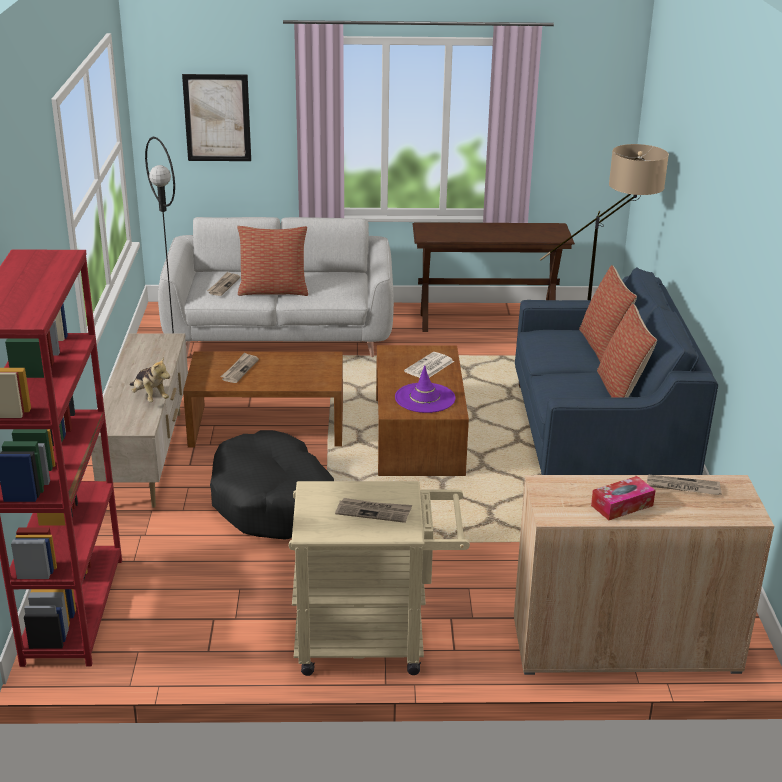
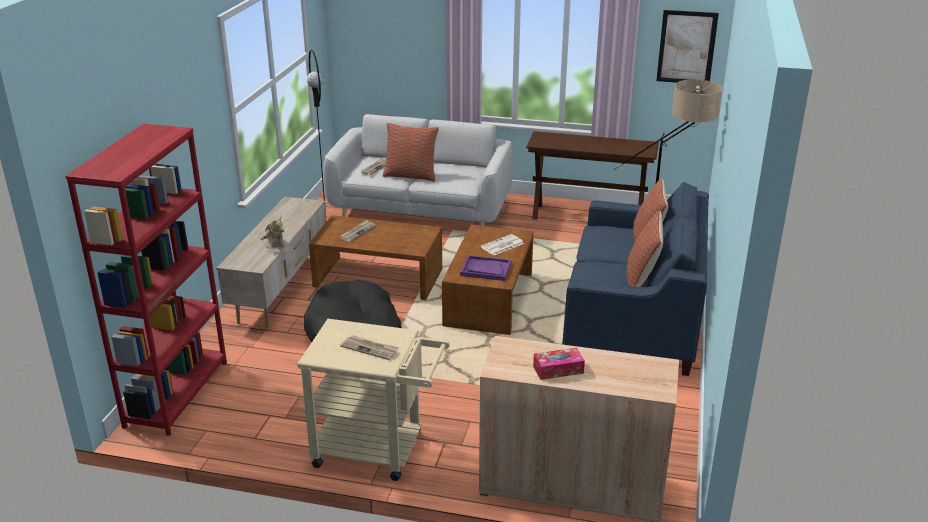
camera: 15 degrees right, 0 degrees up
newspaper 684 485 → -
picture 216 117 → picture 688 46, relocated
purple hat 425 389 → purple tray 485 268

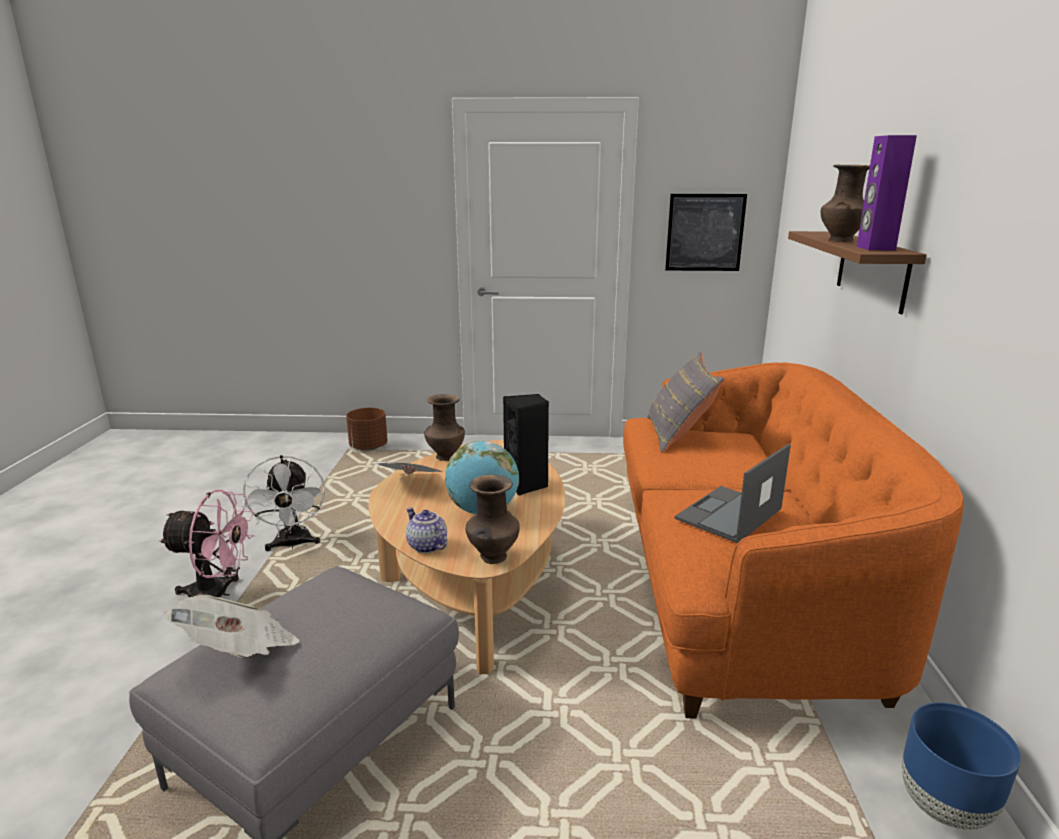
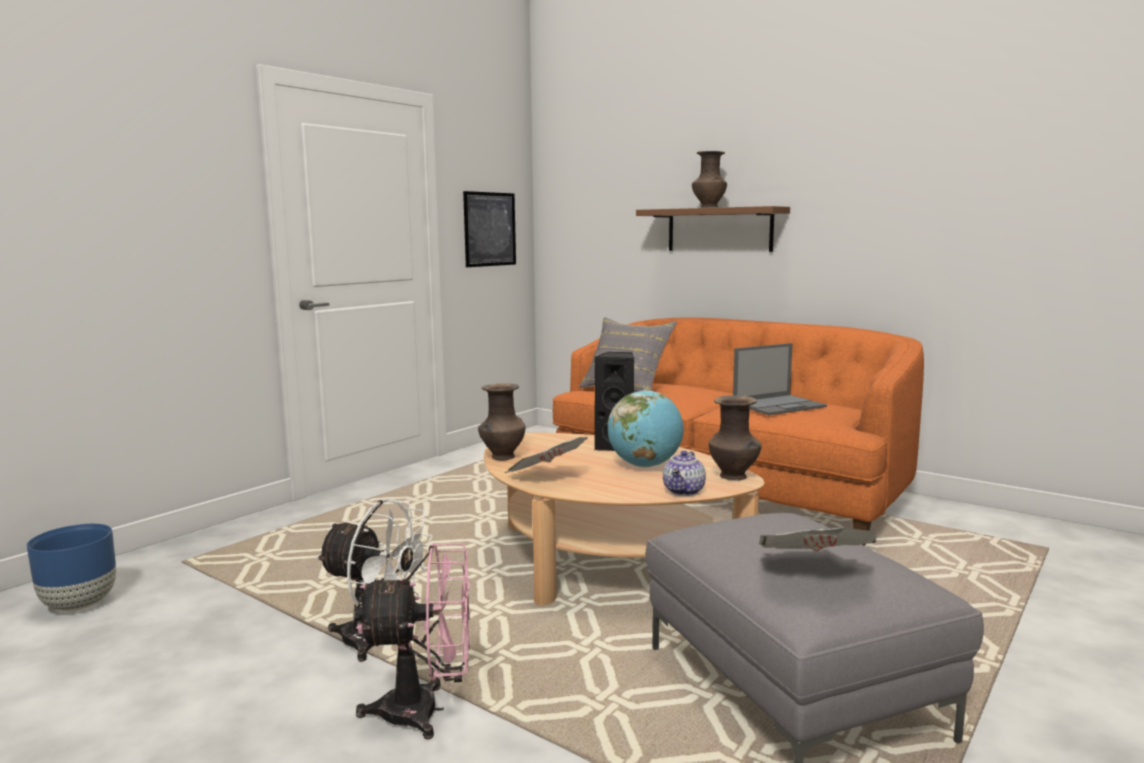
camera: 55 degrees left, 10 degrees down
brown planter 367 429 → -
purple speaker 887 192 → -
blue planter 961 766 → blue planter 71 567, relocated
pink fan 207 543 → pink fan 411 641, 45 degrees clockwise
teapot 426 530 → teapot 684 473, 60 degrees counterclockwise
laptop 733 493 → laptop 780 379, 105 degrees counterclockwise

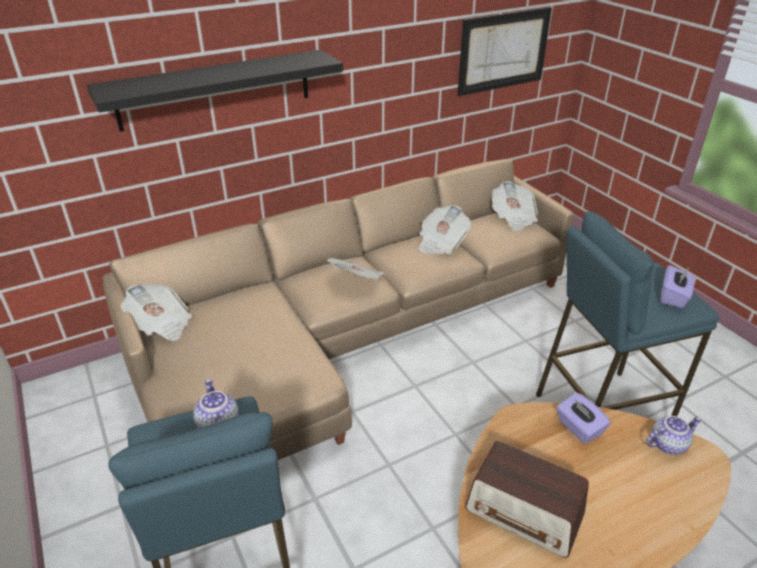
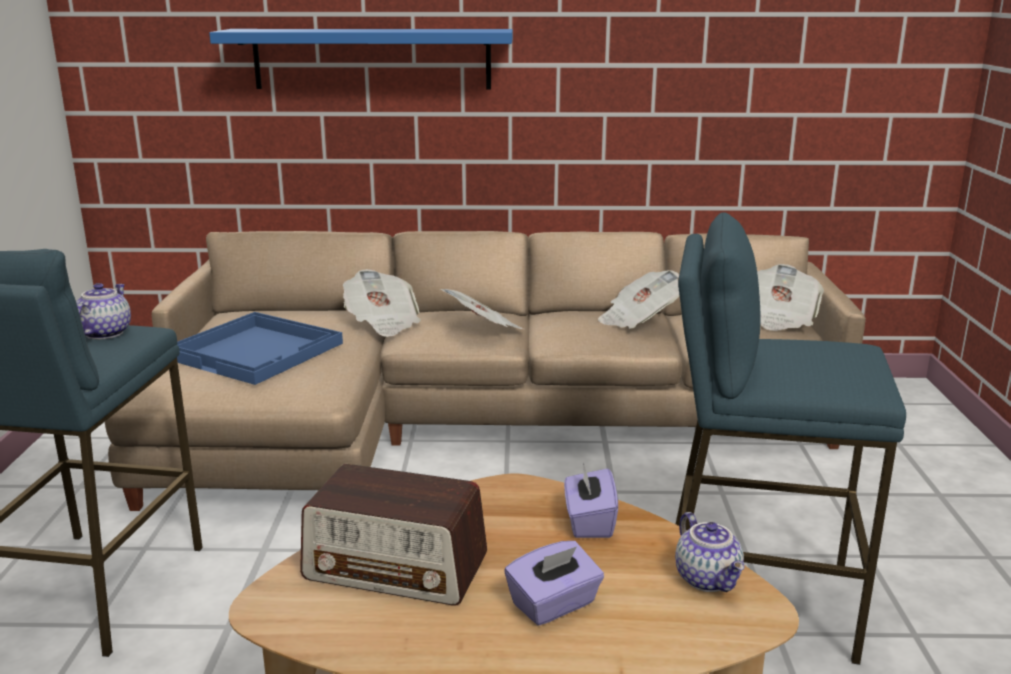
camera: 30 degrees right, 15 degrees down
picture 504 51 → -
- → blue tray 260 348
newspaper 156 312 → newspaper 382 303, relocated
purple tissue box 677 286 → purple tissue box 554 583, relocated
black shelf 215 91 → blue shelf 361 59
radio 527 499 → radio 393 535, 45 degrees counterclockwise
teapot 674 435 → teapot 710 552, 60 degrees clockwise

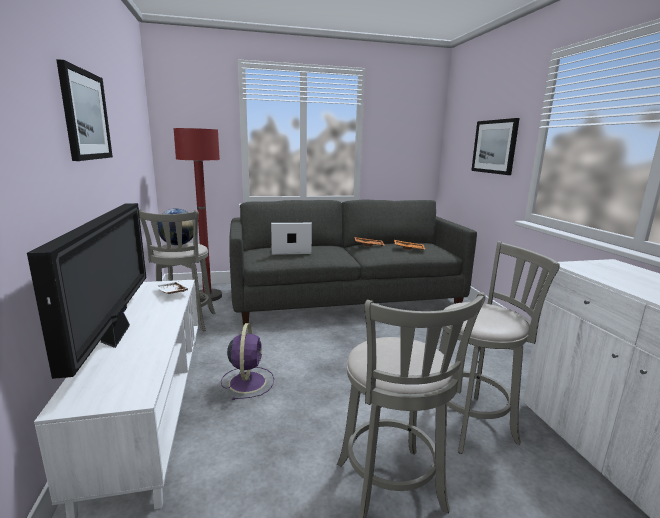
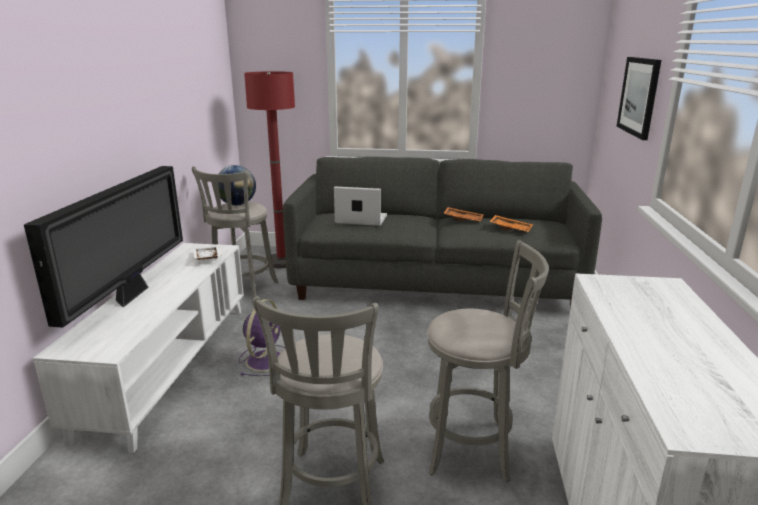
camera: 20 degrees right, 5 degrees up
picture 84 110 → -

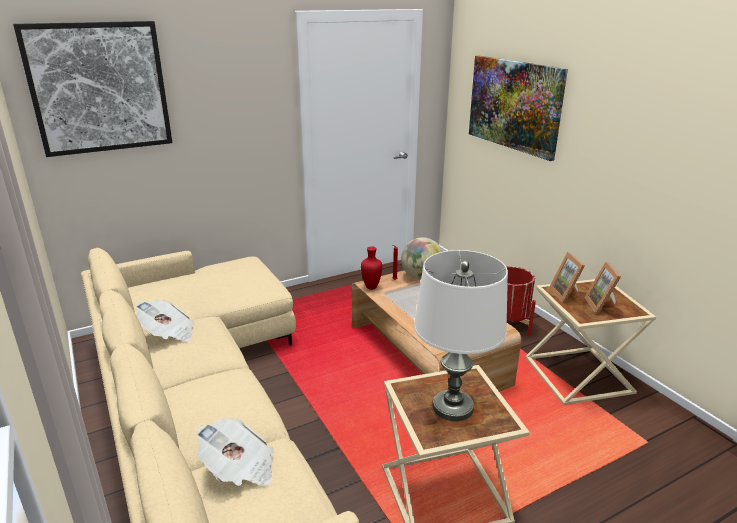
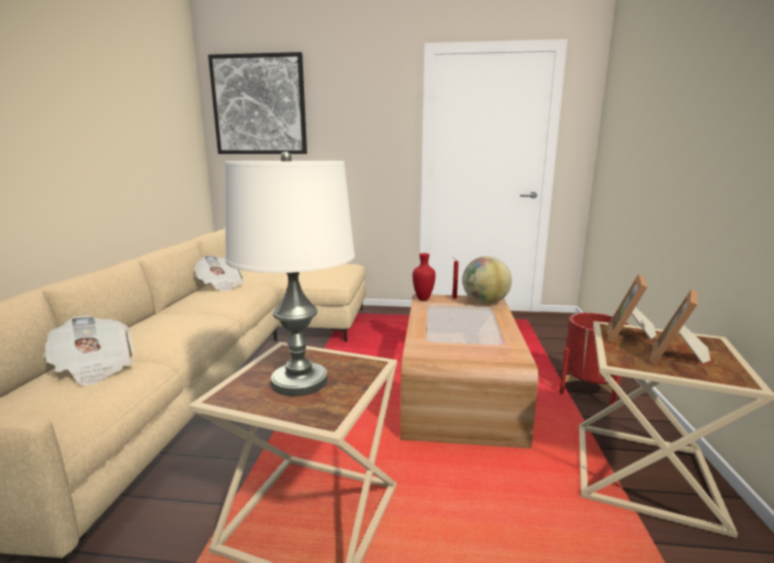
camera: 35 degrees right, 10 degrees down
picture 518 108 → -

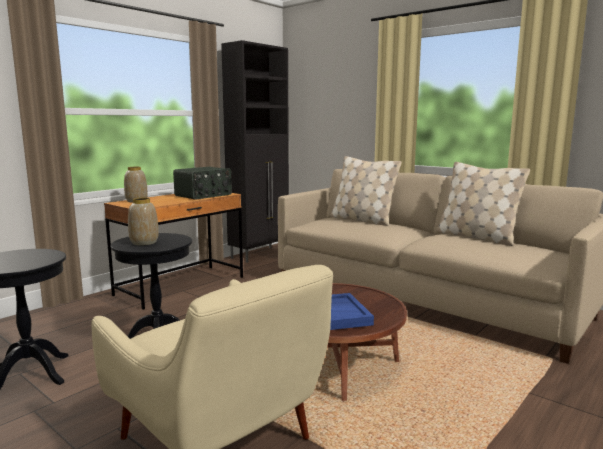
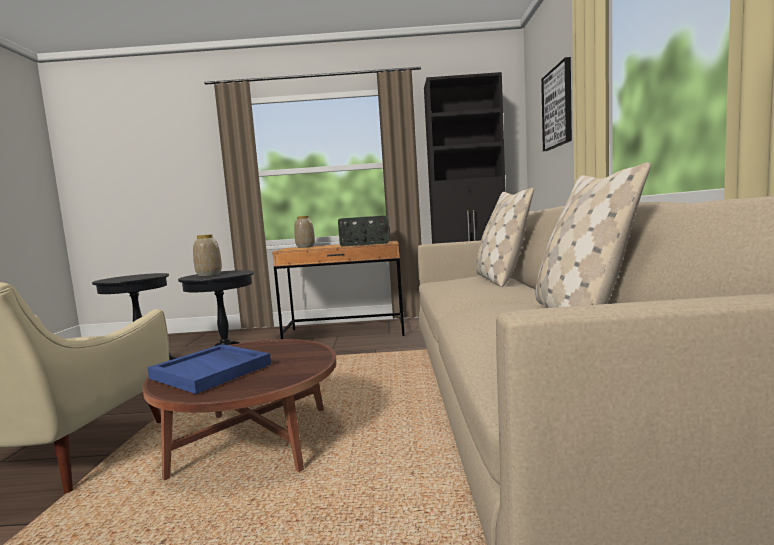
camera: 50 degrees right, 5 degrees down
- → picture 556 104

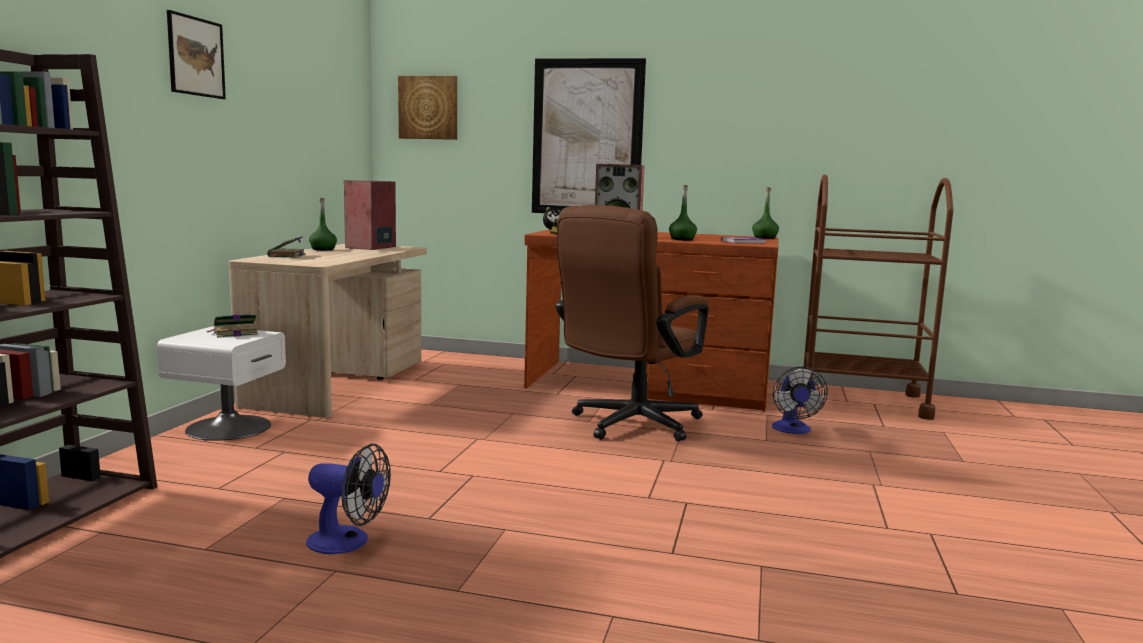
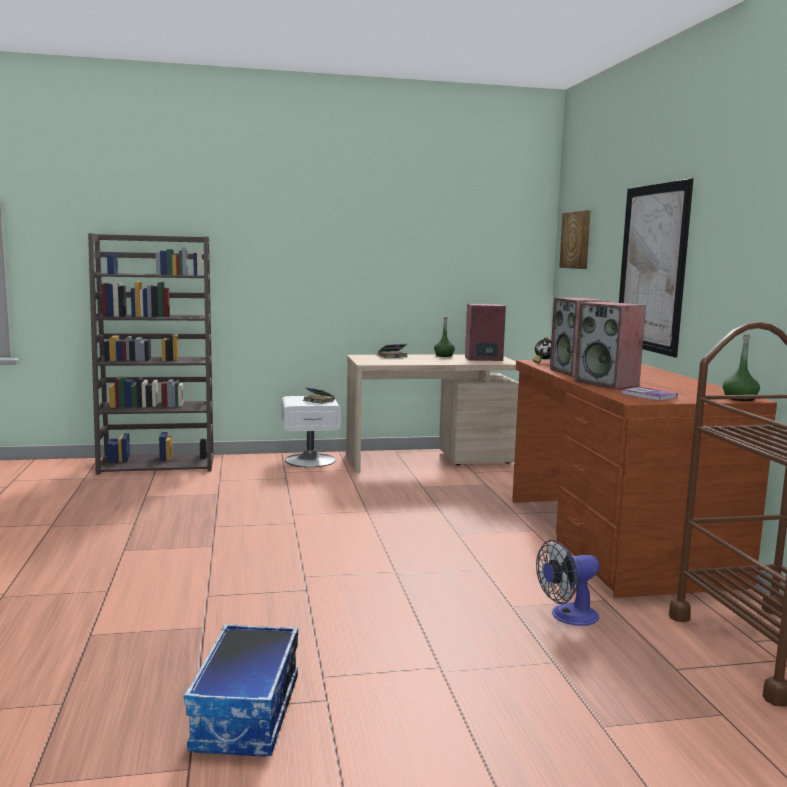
camera: 65 degrees right, 0 degrees up
picture 196 54 → -
fan 348 498 → -
brown office chair 632 323 → -
- → storage box 241 690
green bottle 683 212 → speaker 610 345

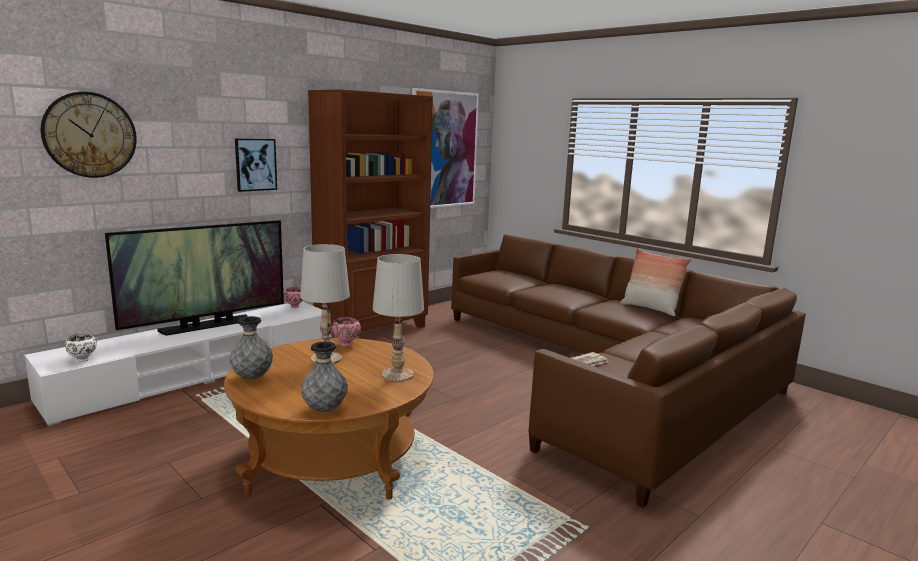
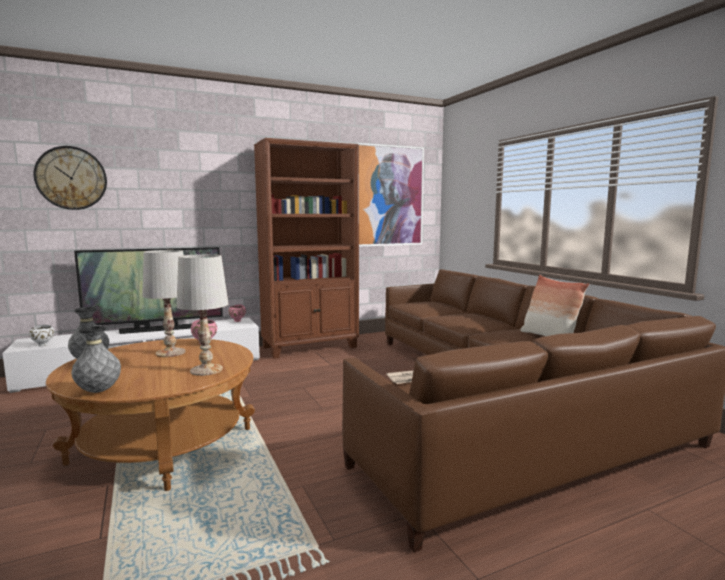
camera: 20 degrees right, 5 degrees down
picture 256 165 → -

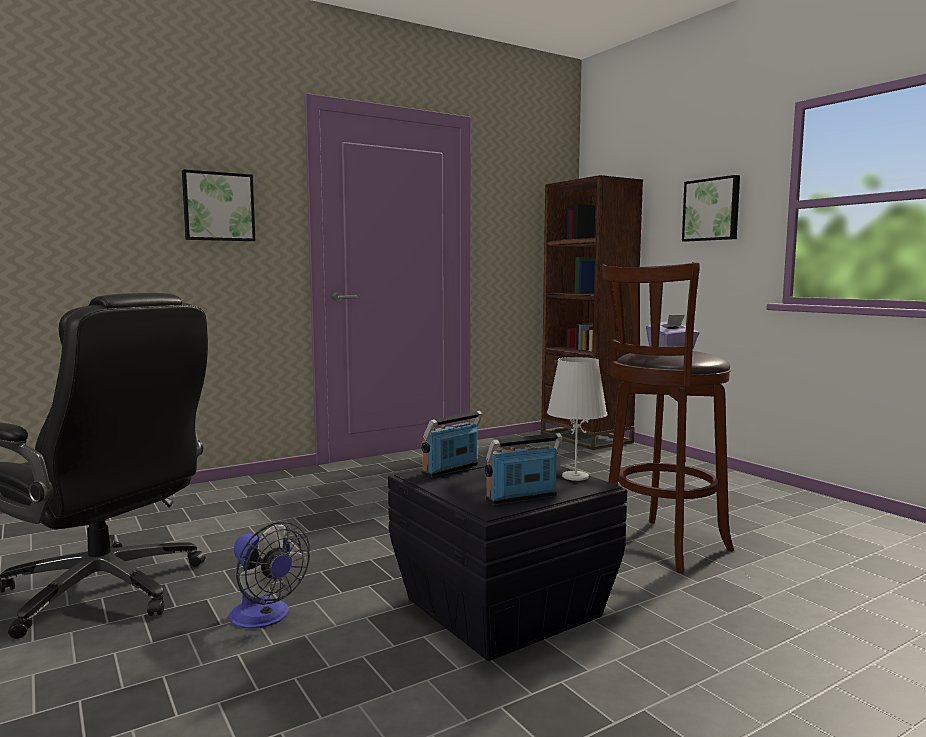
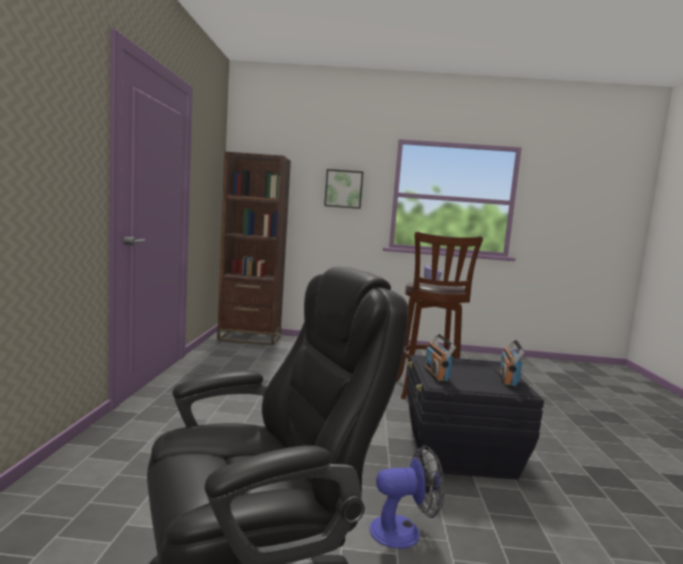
camera: 55 degrees left, 0 degrees up
picture 218 205 → -
white table lamp 577 419 → -

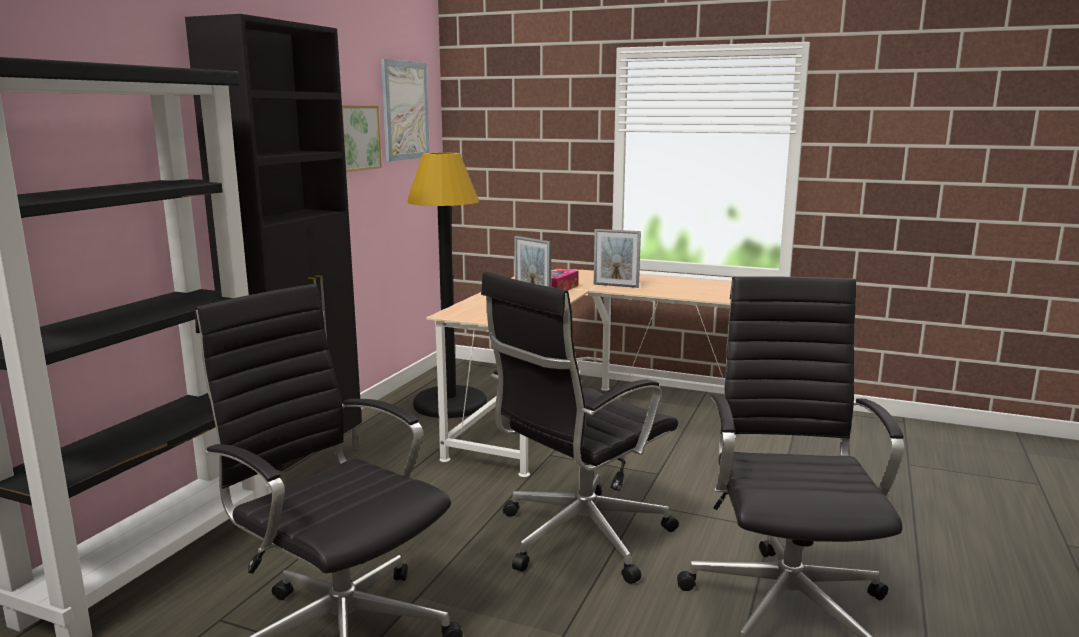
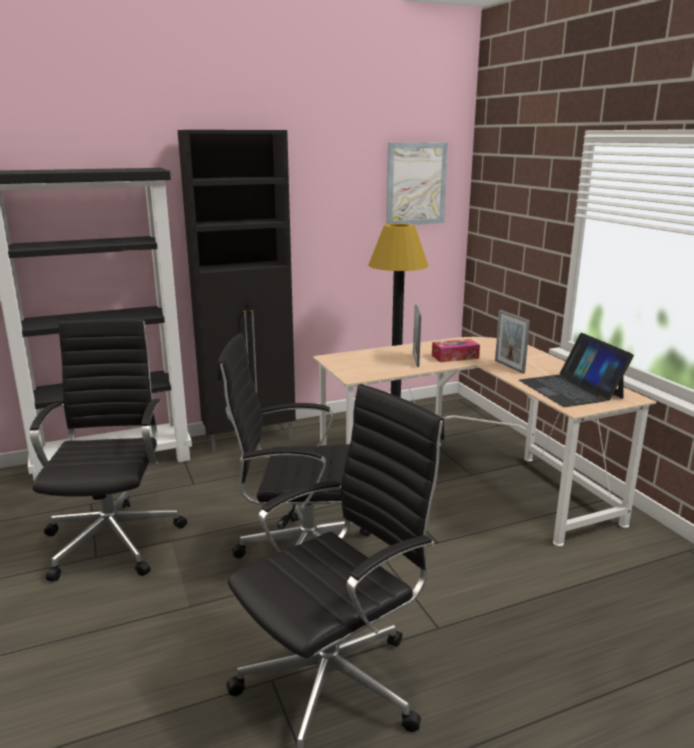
camera: 45 degrees right, 5 degrees up
picture 362 138 → -
- → laptop 576 370

